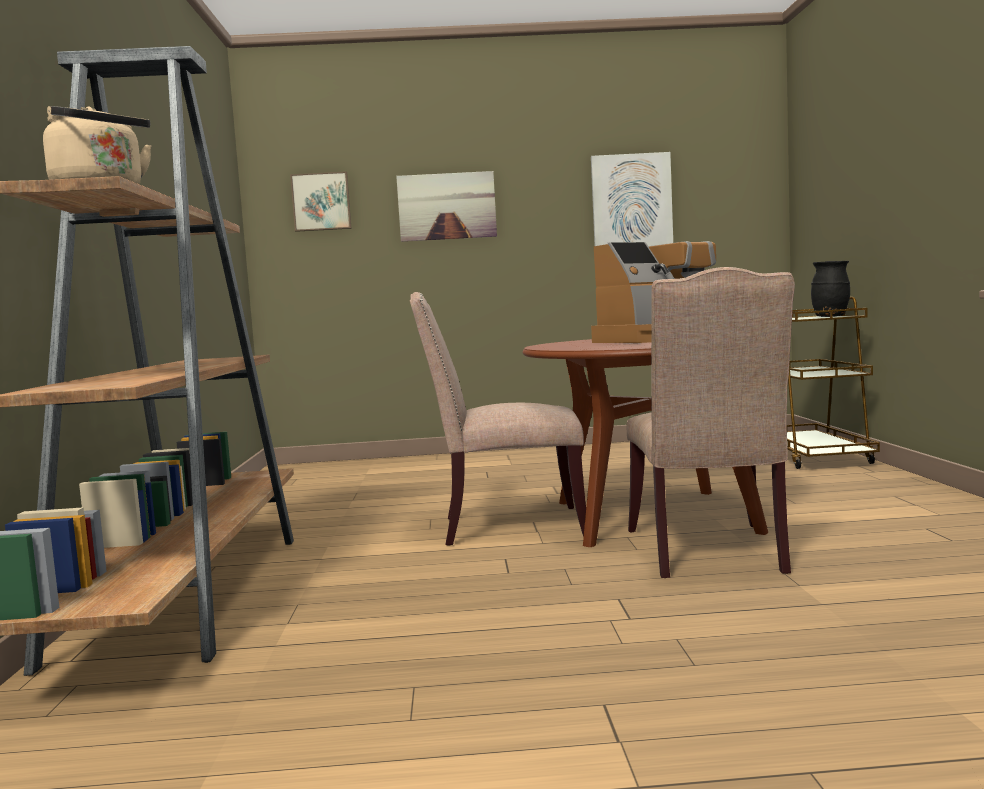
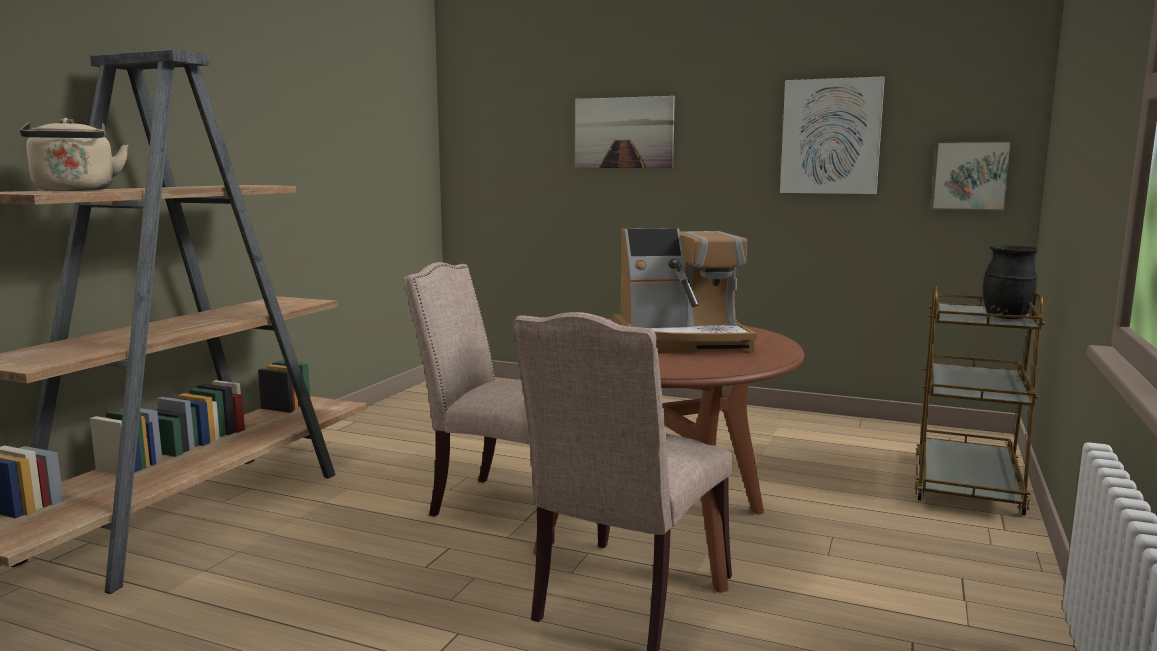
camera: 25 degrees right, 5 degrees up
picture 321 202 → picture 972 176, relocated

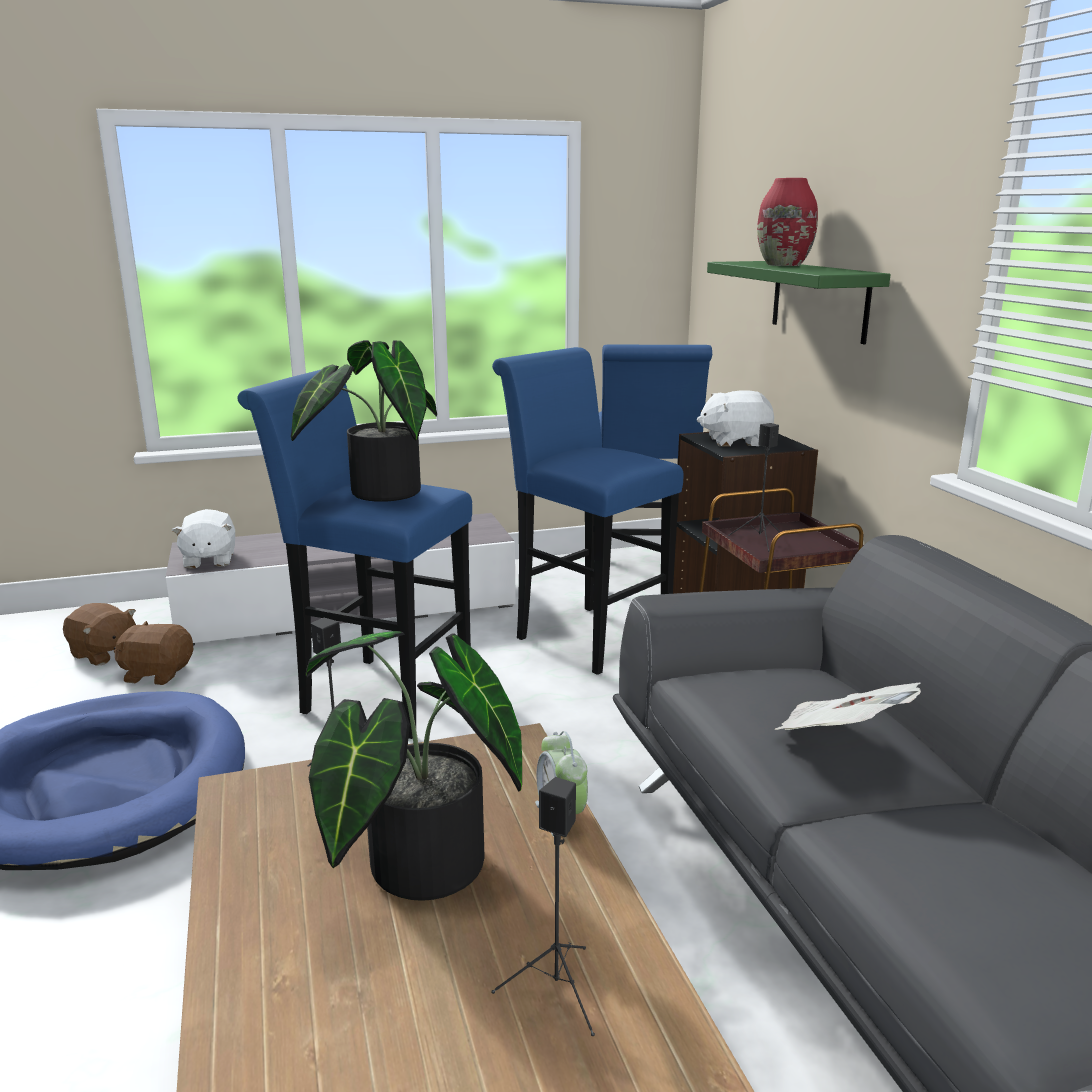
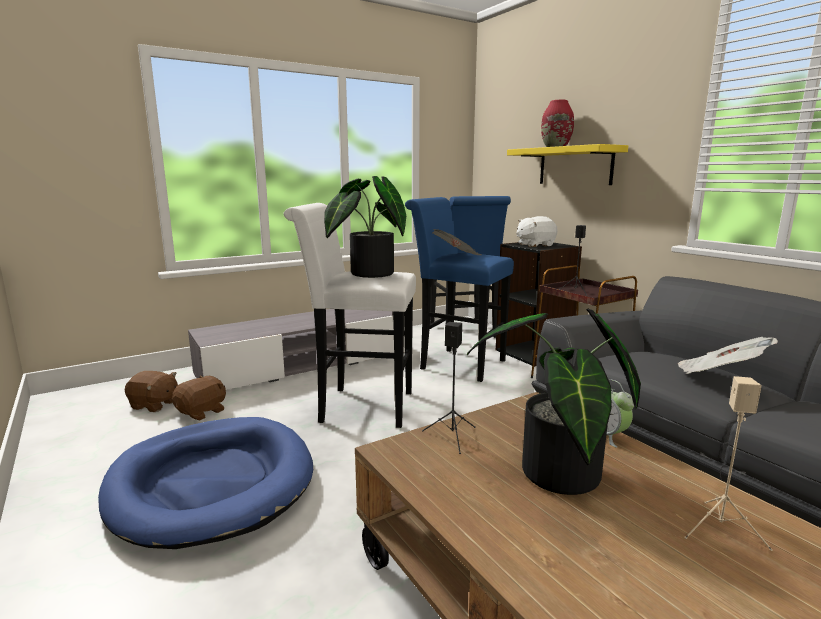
camera: 15 degrees left, 5 degrees down
white plush toy 203 539 → -
- → newspaper 456 242
blue stool 354 554 → white stool 350 315
black speaker 543 906 → beige speaker 728 463
green shelf 798 302 → yellow shelf 567 164
brown plush toy 154 653 → brown plush toy 199 398, 135 degrees clockwise

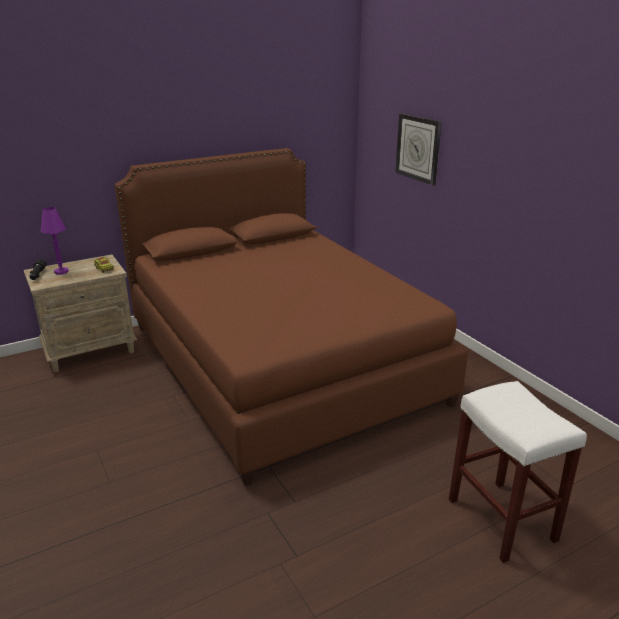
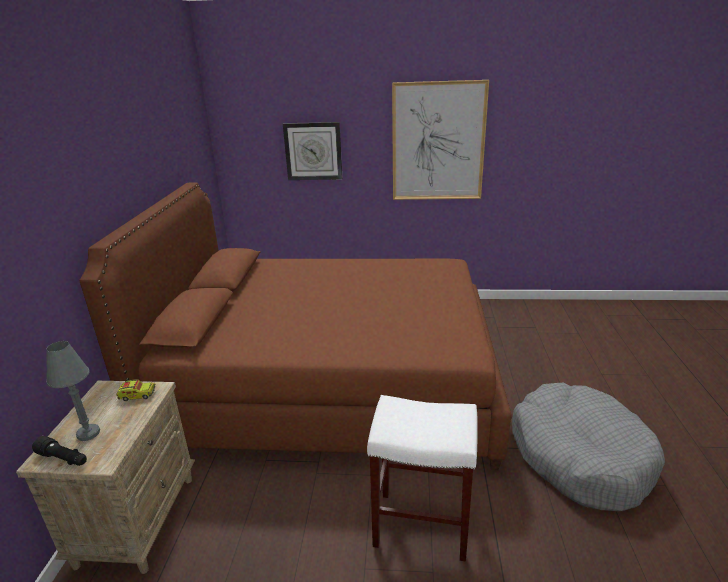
camera: 55 degrees left, 0 degrees up
- → picture 440 140
- → grey dog bed 588 447
white stool 518 472 → white stool 422 478, relocated
purple table lamp 55 241 → grey table lamp 73 391

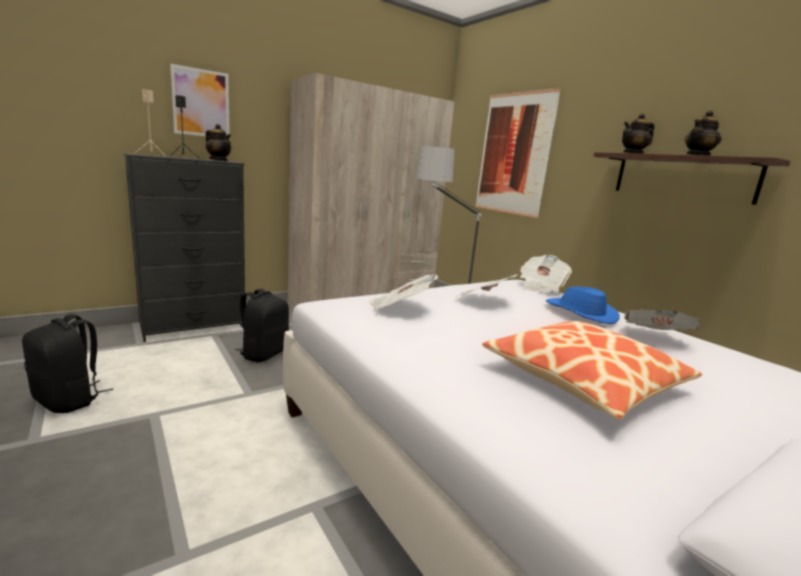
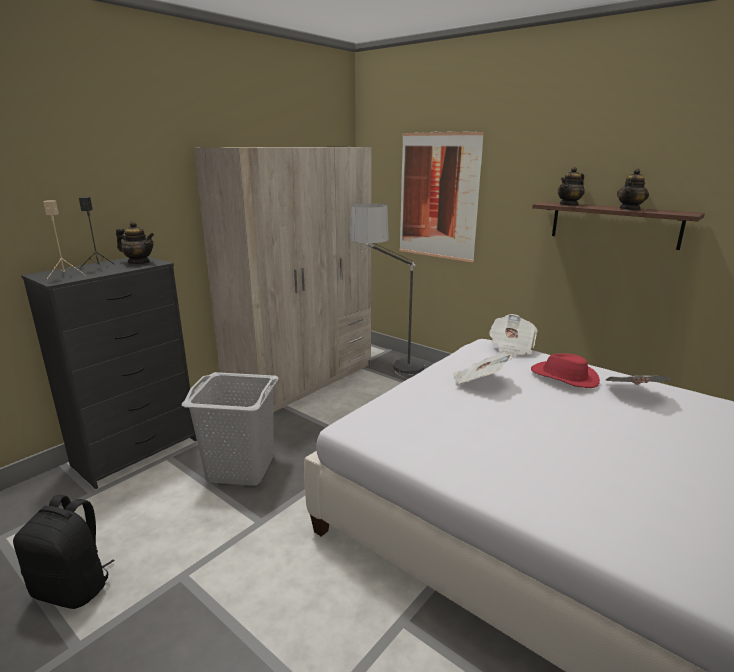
camera: 15 degrees left, 5 degrees up
picture 200 101 → -
newspaper 403 292 → -
pillow 592 370 → -
black backpack 262 325 → grey laundry basket 230 429
blue hat 583 305 → red hat 565 370

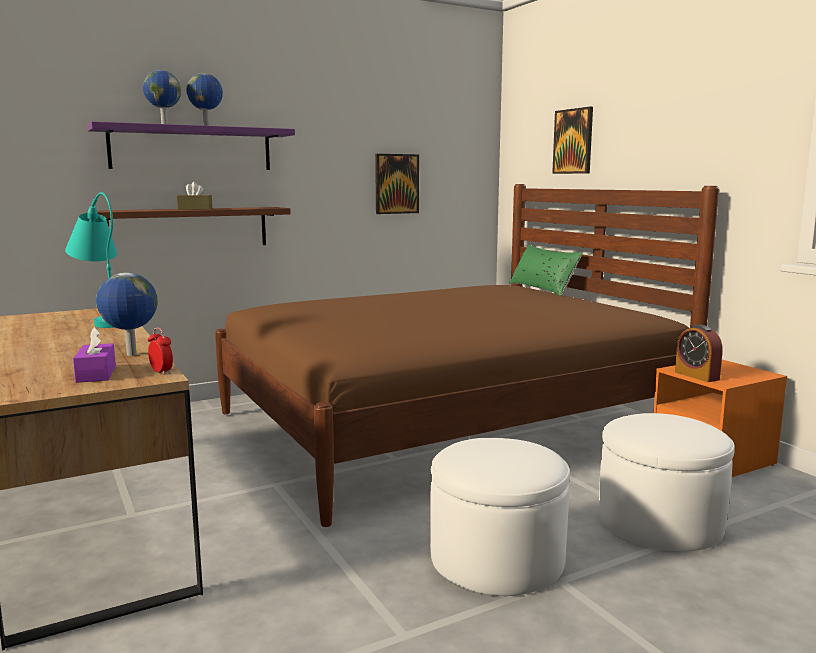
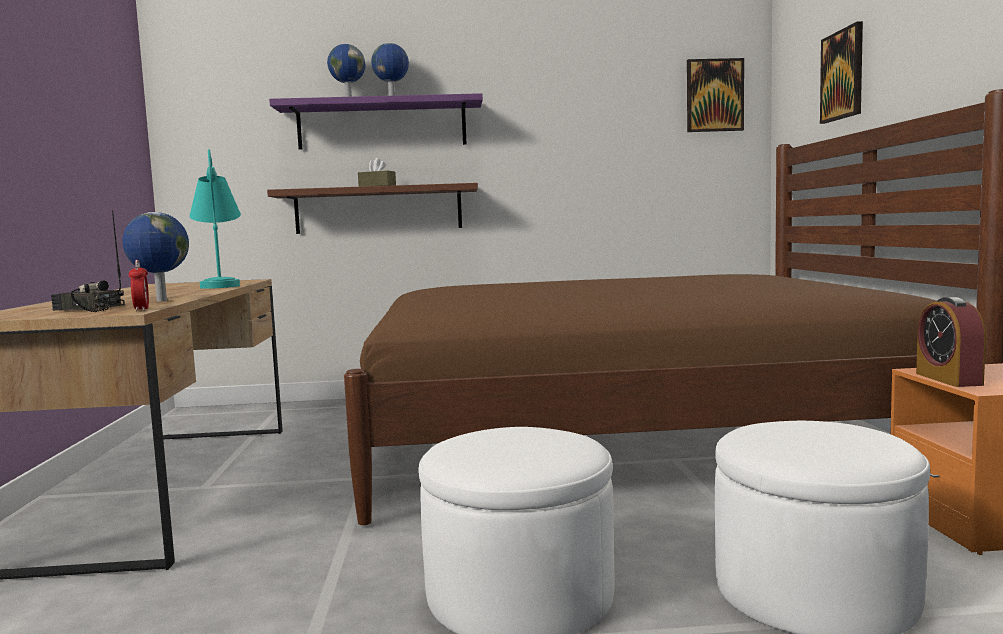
camera: 25 degrees right, 5 degrees down
green pillow 546 270 → -
picture 397 184 → picture 715 95, relocated
purple tissue box 94 355 → radio 88 261

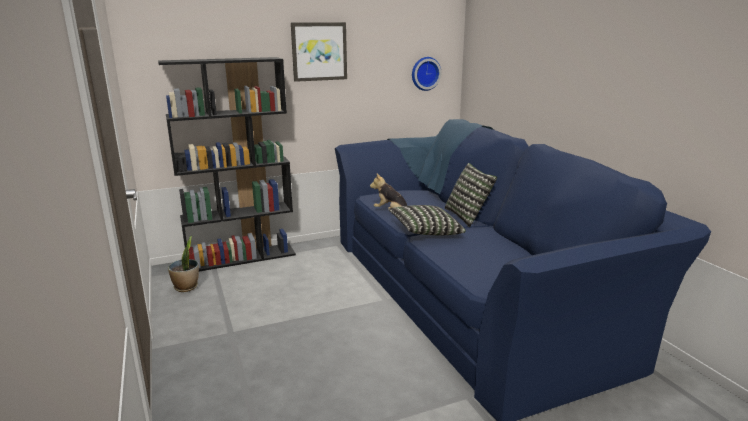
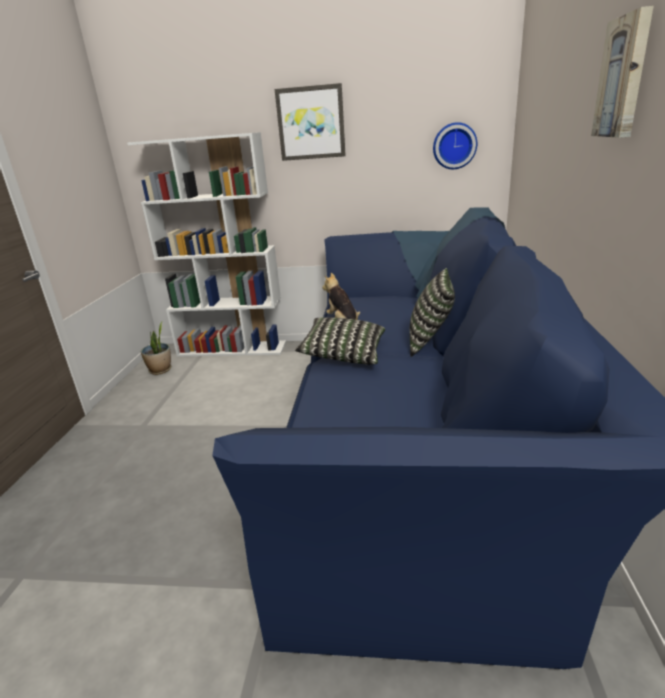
camera: 30 degrees right, 5 degrees up
- → picture 622 72
black bookcase 227 164 → white bookcase 206 244

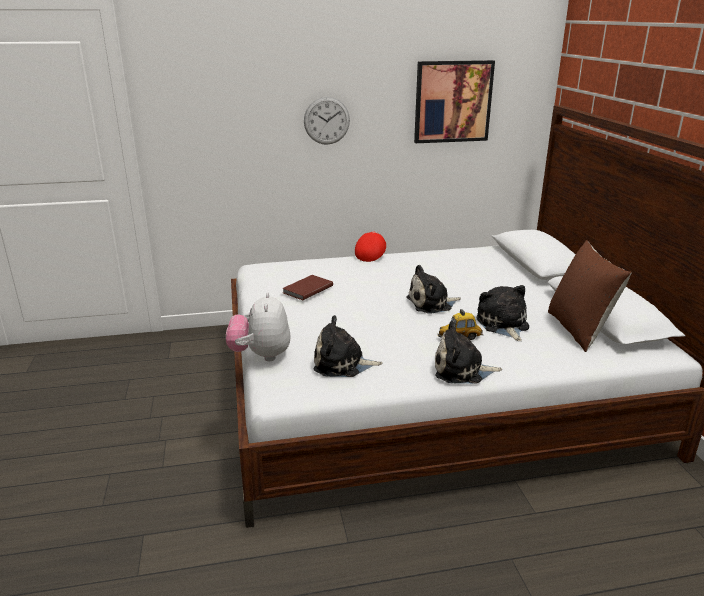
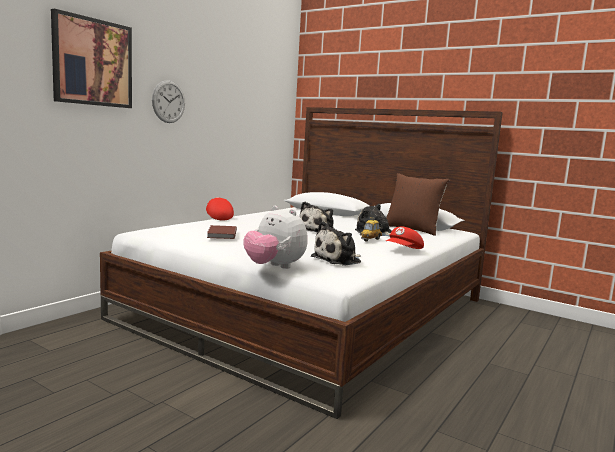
camera: 45 degrees left, 15 degrees down
picture 454 101 → picture 91 58, relocated
plush toy 468 352 → red cap 405 238

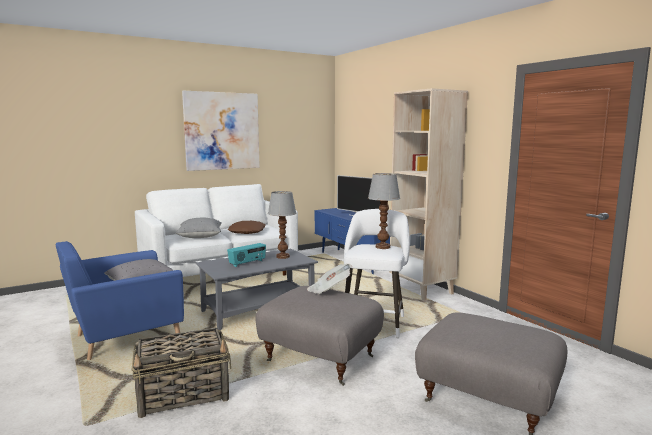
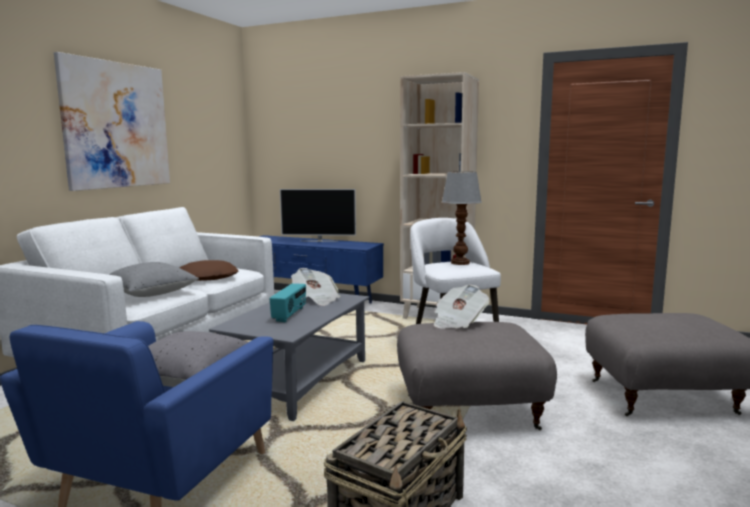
camera: 35 degrees left, 0 degrees up
table lamp 282 225 → newspaper 316 287

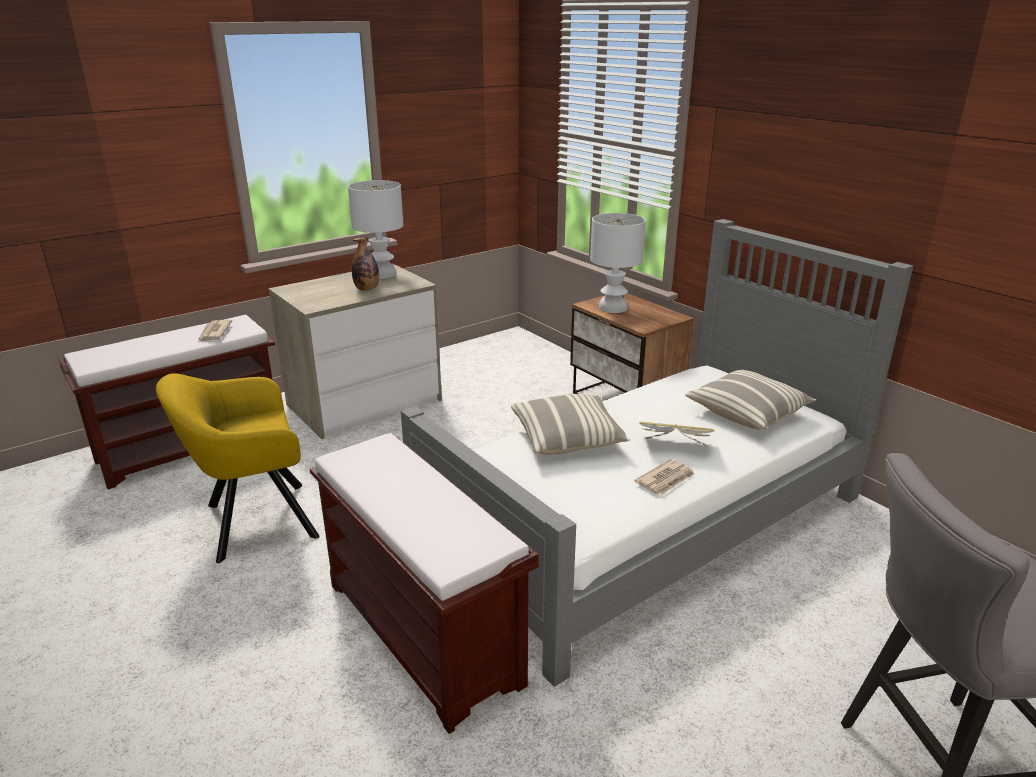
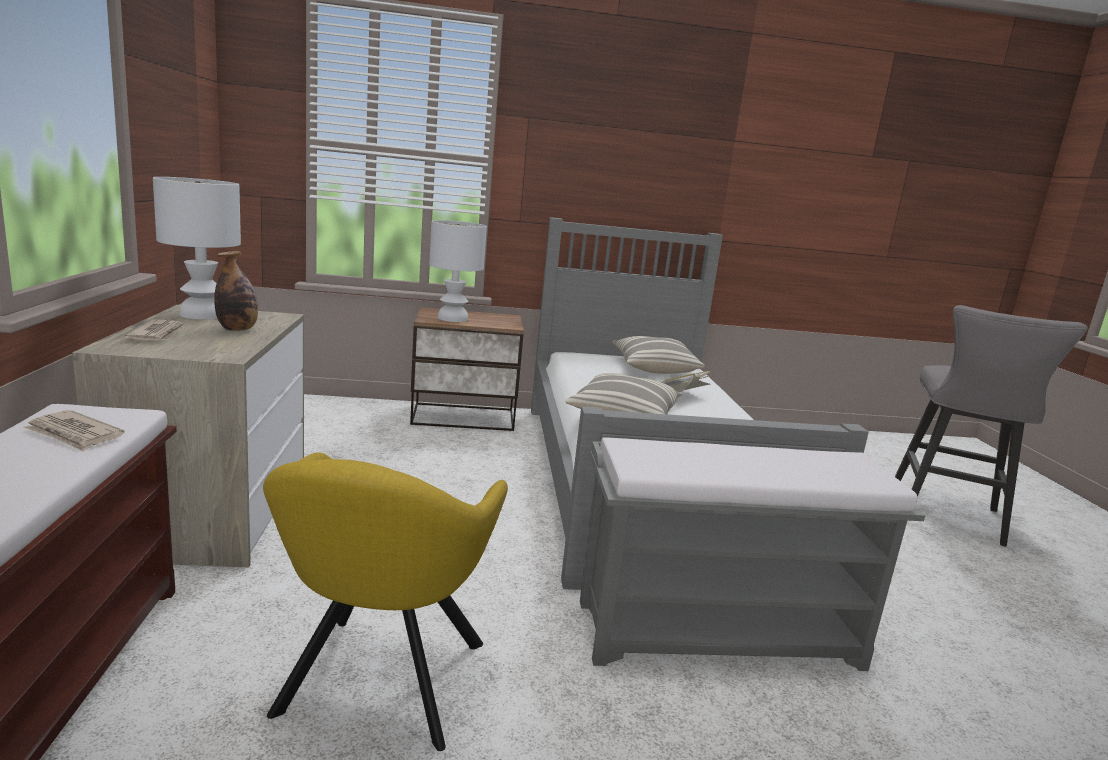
camera: 60 degrees left, 10 degrees down
newspaper 664 477 → newspaper 154 330, relocated
brown bench 424 583 → grey bench 752 554

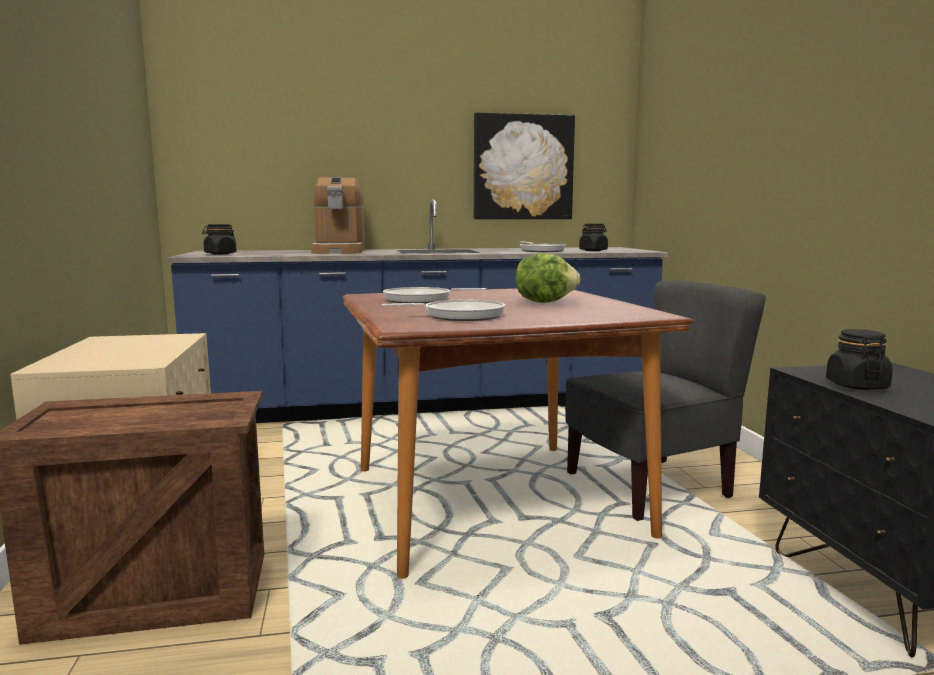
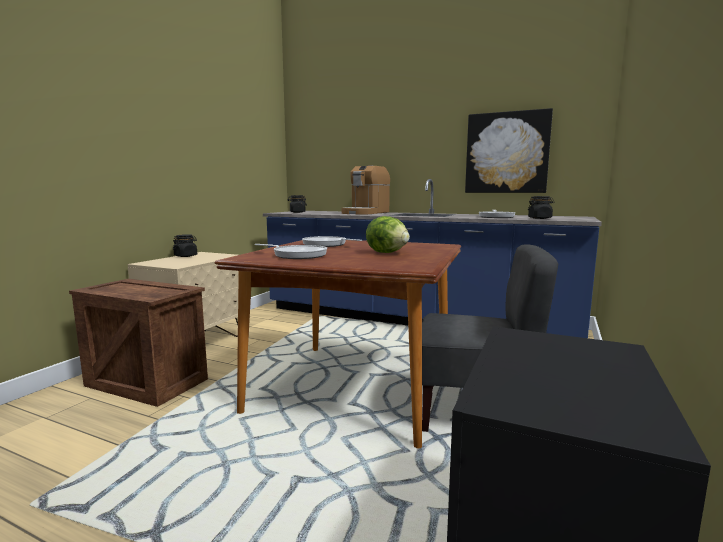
camera: 35 degrees right, 0 degrees up
black jar 859 359 → black jar 185 245, relocated

